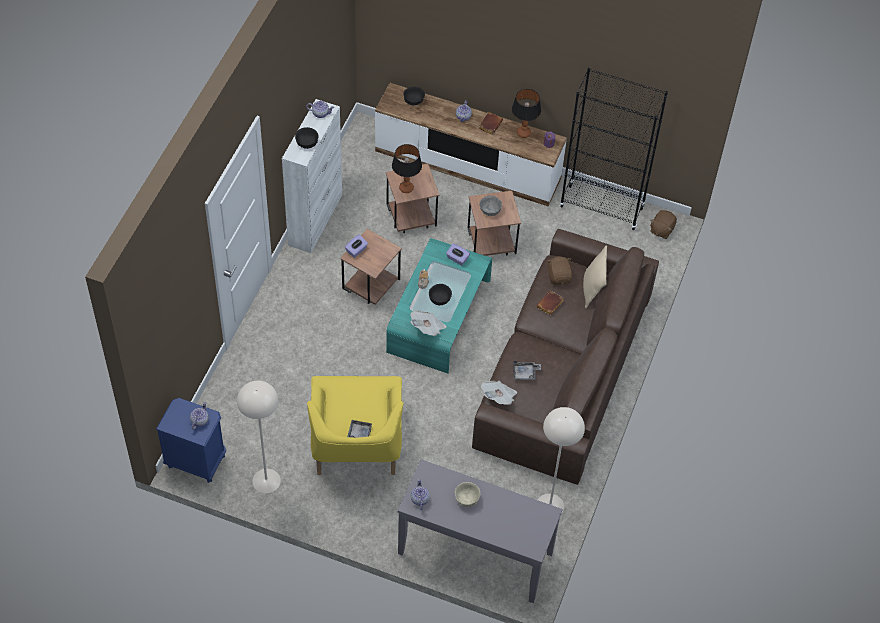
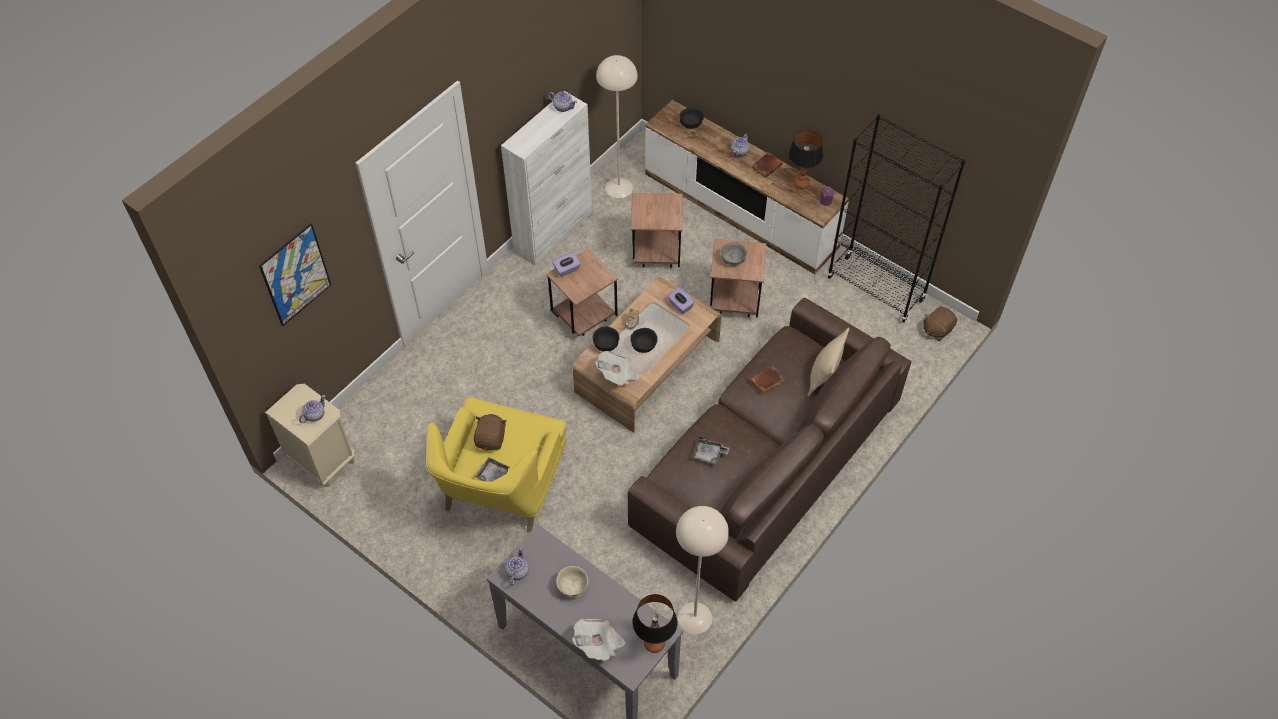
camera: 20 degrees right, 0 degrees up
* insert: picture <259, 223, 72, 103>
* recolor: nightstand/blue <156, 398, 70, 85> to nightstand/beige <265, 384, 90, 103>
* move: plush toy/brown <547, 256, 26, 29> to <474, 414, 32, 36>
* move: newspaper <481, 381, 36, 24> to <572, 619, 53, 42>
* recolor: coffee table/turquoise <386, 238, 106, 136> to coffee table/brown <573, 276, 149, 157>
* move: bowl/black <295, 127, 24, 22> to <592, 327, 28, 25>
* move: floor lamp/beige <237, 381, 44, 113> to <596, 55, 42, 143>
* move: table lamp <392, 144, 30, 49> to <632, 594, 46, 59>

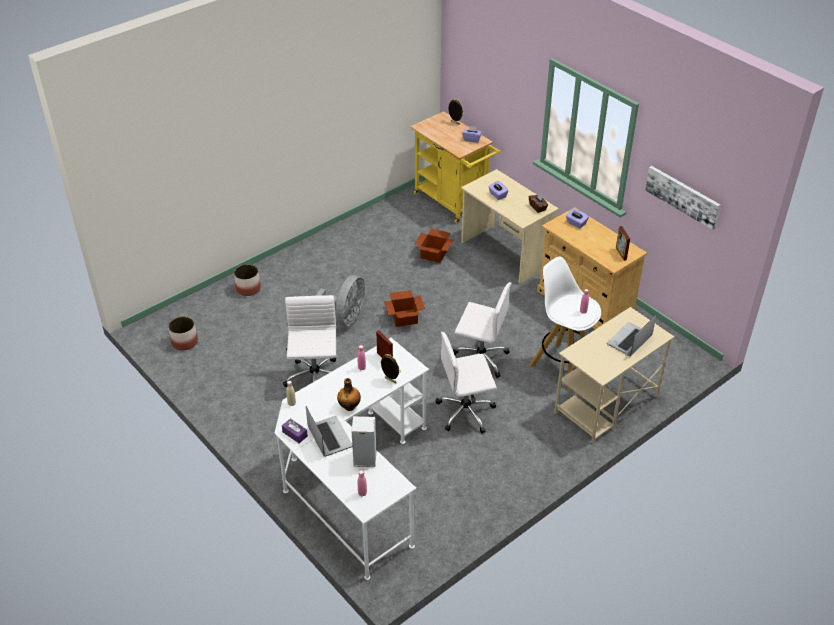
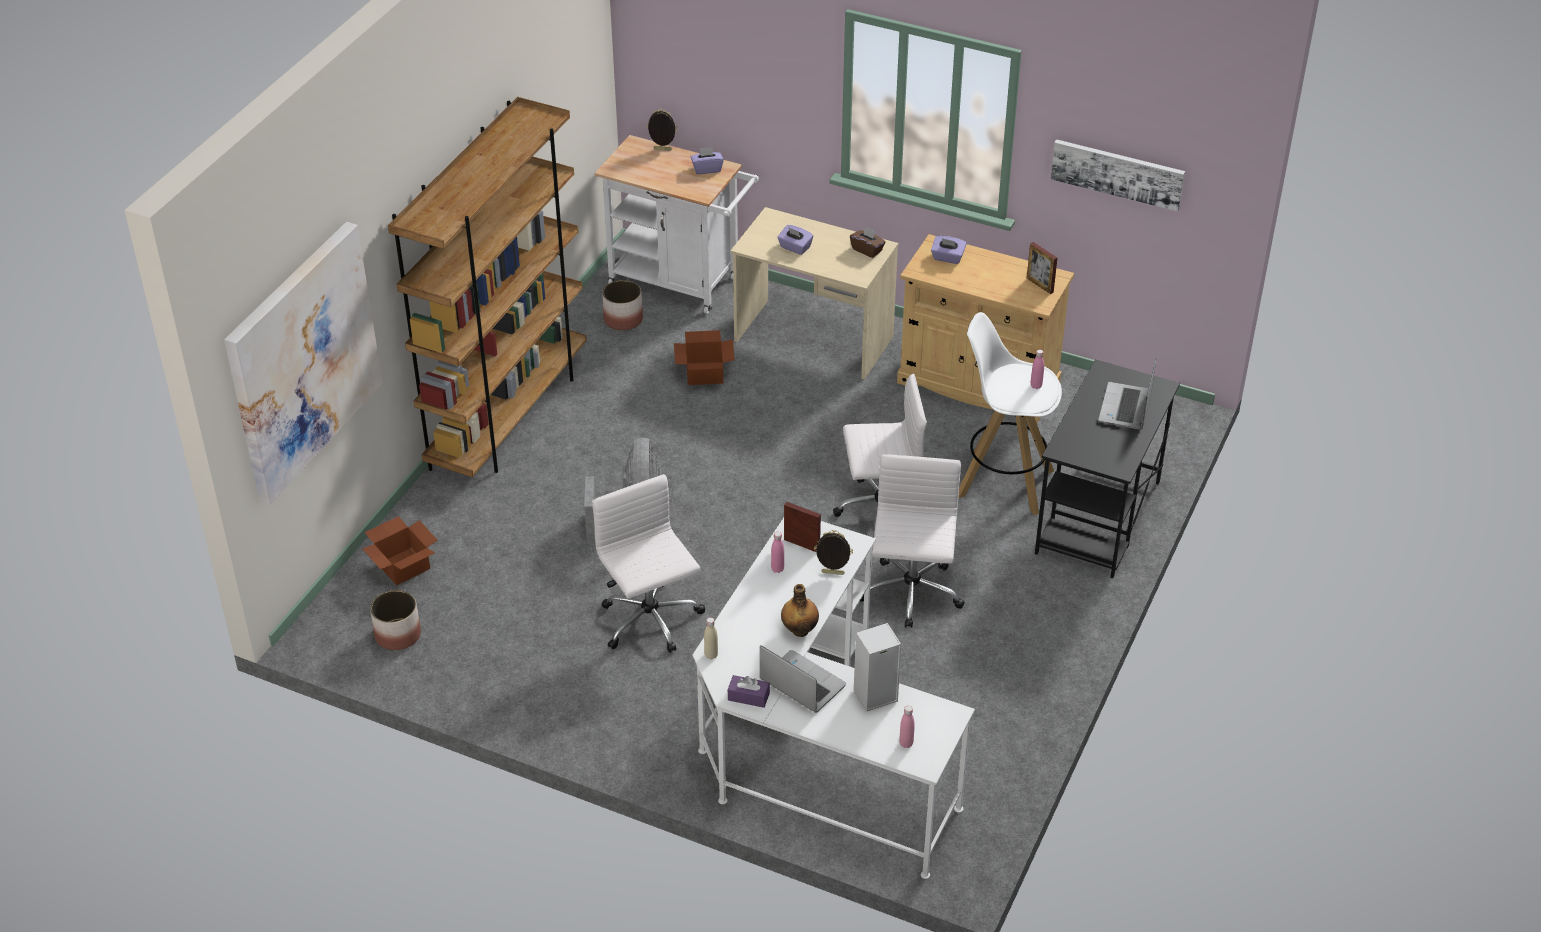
camera: 25 degrees left, 0 degrees up
* insert: picture <224, 222, 159, 283>
* move: cardboard box <384, 290, 41, 37> to <363, 516, 74, 70>
* insert: bookcase/brown <388, 97, 199, 380>
* recolor: cart/yellow <410, 111, 90, 112> to cart/white <594, 135, 165, 179>
* move: planter <234, 264, 27, 32> to <602, 280, 41, 51>
* rotate: office chair/white <436, 332, 61, 102> = <860, 454, 105, 174> 135 degrees clockwise
* recolor: desk/beige <554, 307, 120, 136> to desk/black <1035, 359, 145, 219>

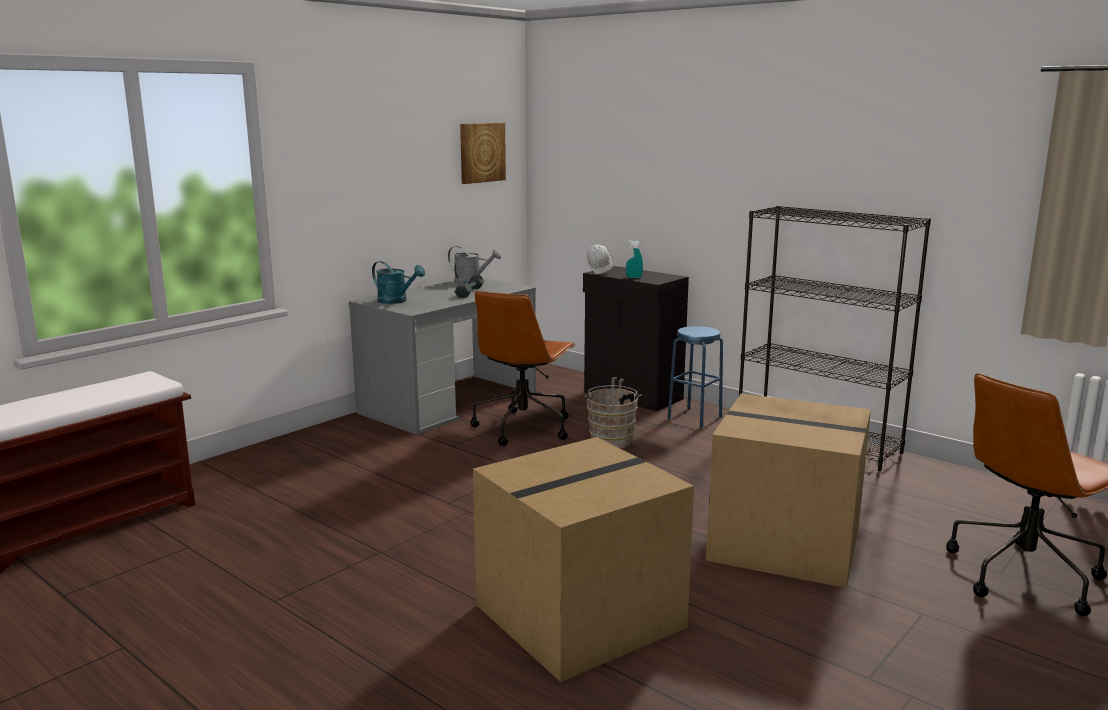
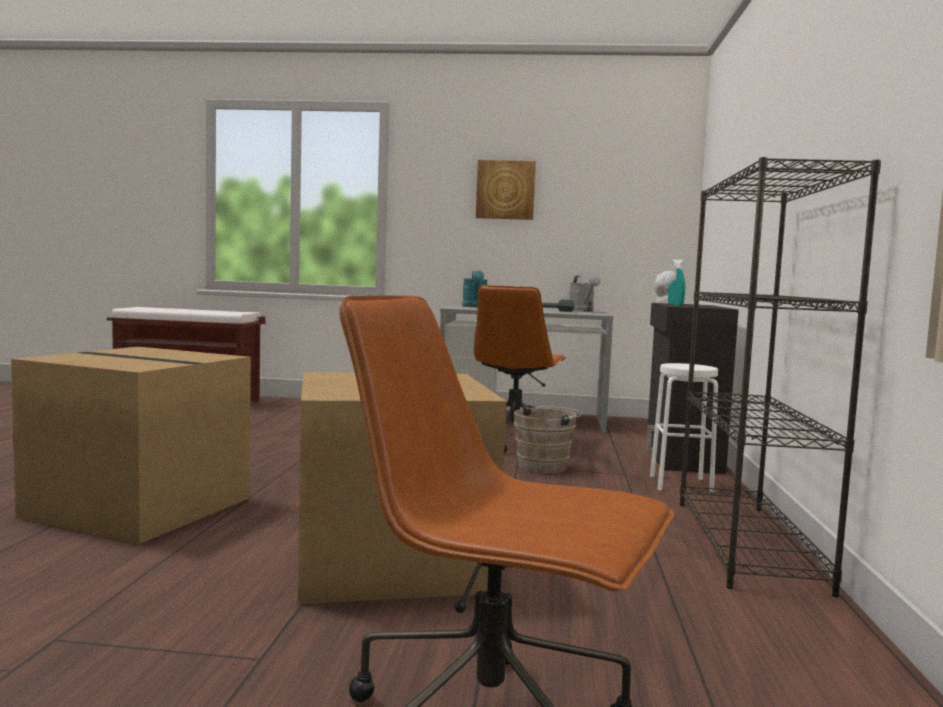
camera: 55 degrees right, 10 degrees down
* rotate: office chair/brown <470, 291, 105, 155> = <474, 285, 92, 168> 60 degrees counterclockwise
* move: picture <460, 123, 46, 61> to <476, 160, 60, 60>
* recolor: stool/blue <667, 326, 56, 102> to stool/white <650, 363, 68, 131>

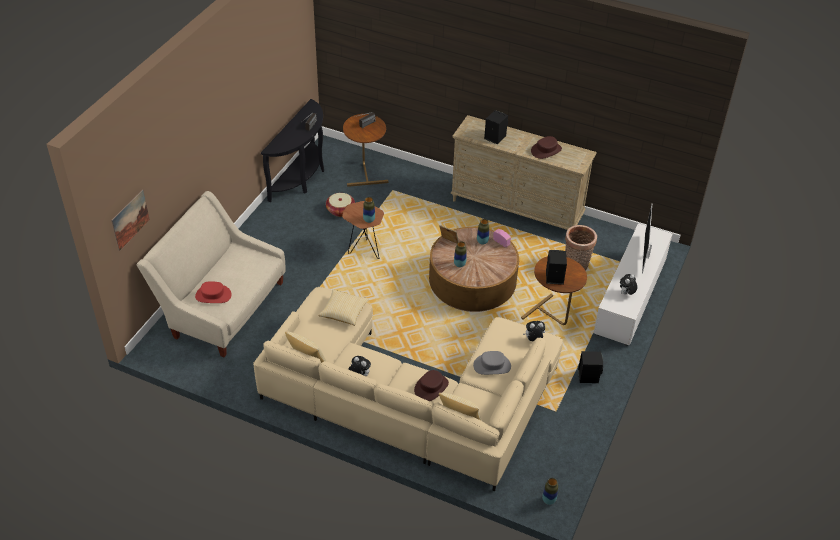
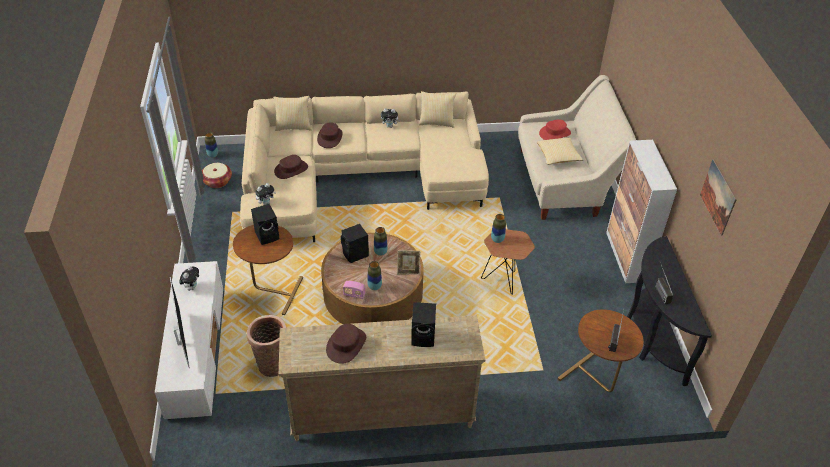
camera: 150 degrees right, 0 degrees up
* move: basket <326, 193, 29, 24> to <202, 163, 30, 25>
* recolor: hat/grey <473, 351, 38, 24> to hat/brown <274, 155, 34, 24>
* move: speaker/black <578, 351, 25, 32> to <340, 224, 29, 39>
* move: pillow <318, 289, 51, 37> to <537, 137, 47, 28>
* insert: cabinet <606, 140, 71, 143>
* move: picture <111, 189, 39, 62> to <700, 159, 37, 76>

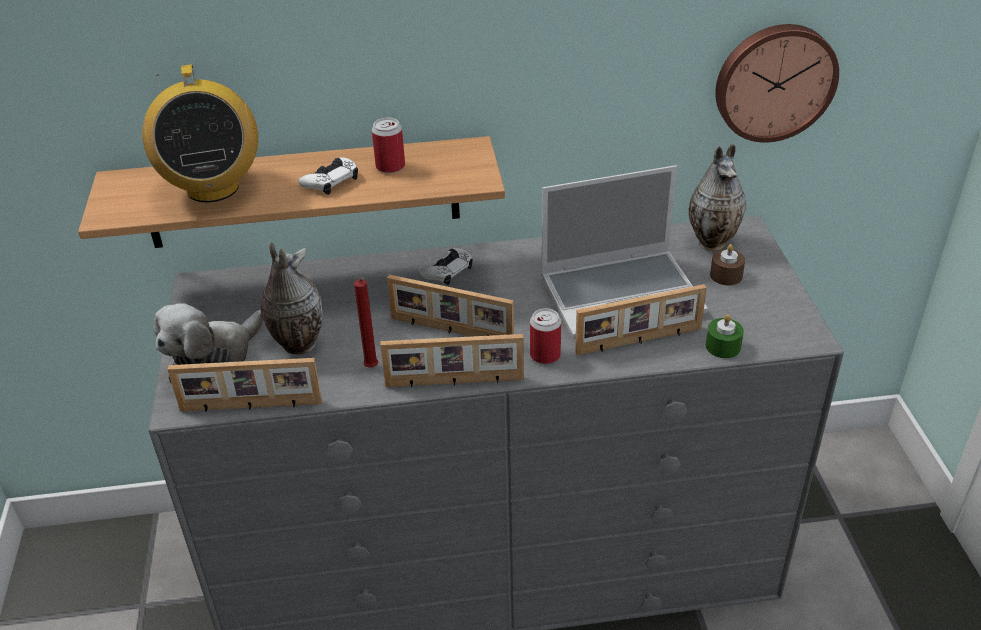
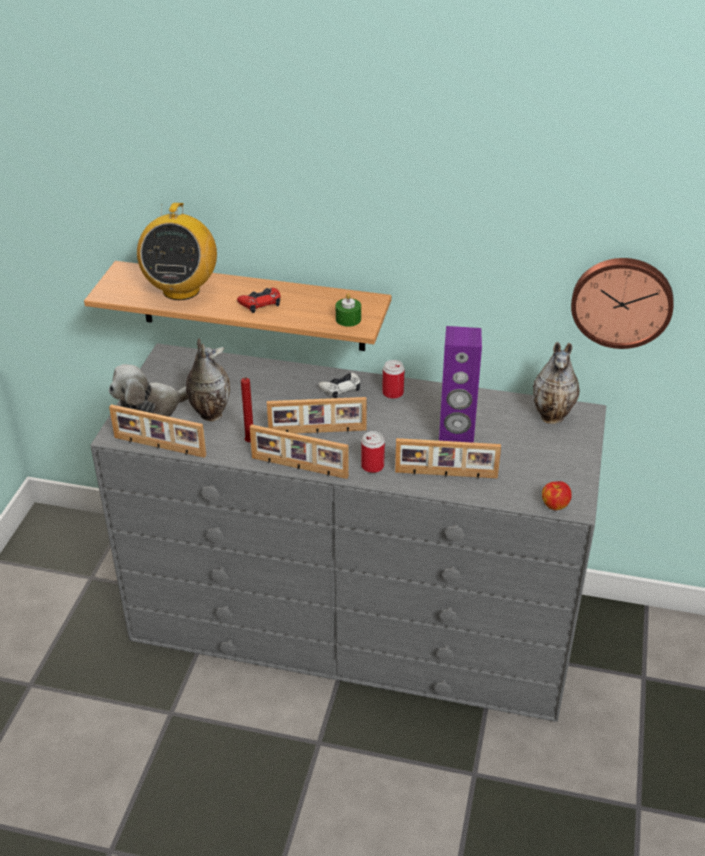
camera: 20 degrees right, 0 degrees up
* recolor: game controller/white <298, 157, 60, 38> to game controller/red <237, 288, 43, 25>
* rotate: picture frame <387, 275, 127, 61> = <267, 397, 100, 37> 45 degrees counterclockwise
* move: candle/green <705, 314, 39, 44> to <336, 293, 25, 34>
* move: can <372, 118, 33, 55> to <382, 360, 22, 39>
* replace: laptop <541, 165, 167, 174> to speaker/purple <439, 326, 43, 117>
* insert: apple <542, 481, 30, 29>
* delete: candle/brown <710, 244, 35, 41>

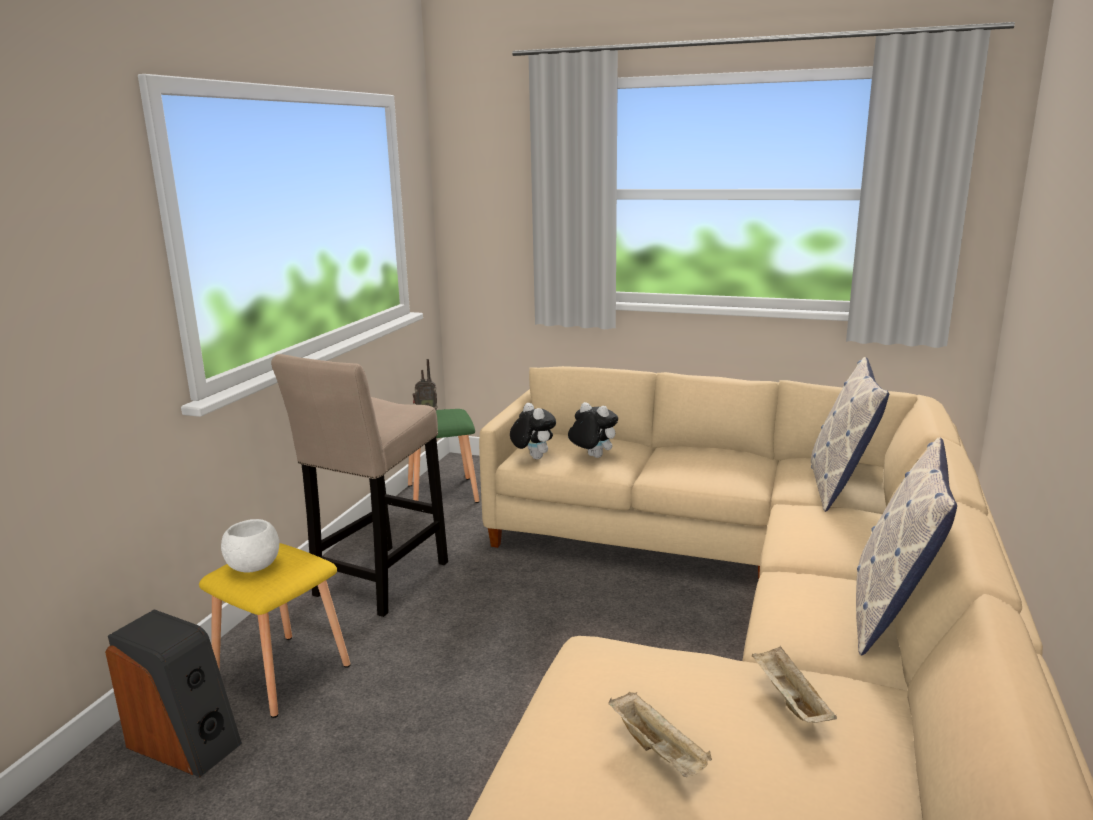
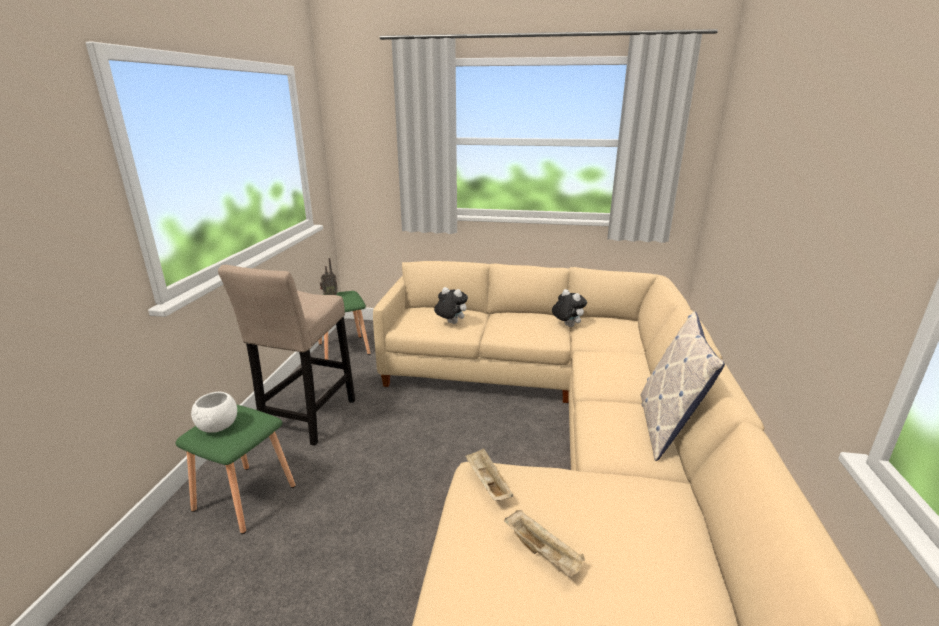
camera: 10 degrees left, 5 degrees up
* recolor: stool/yellow <199, 543, 151, 175> to stool/green <175, 404, 121, 130>
* move: tray/beige <752, 646, 85, 77> to <465, 448, 48, 53>
* move: plush toy <510, 403, 46, 56> to <552, 289, 35, 38>
* delete: speaker <105, 609, 137, 168>
* delete: pillow <811, 357, 78, 155>

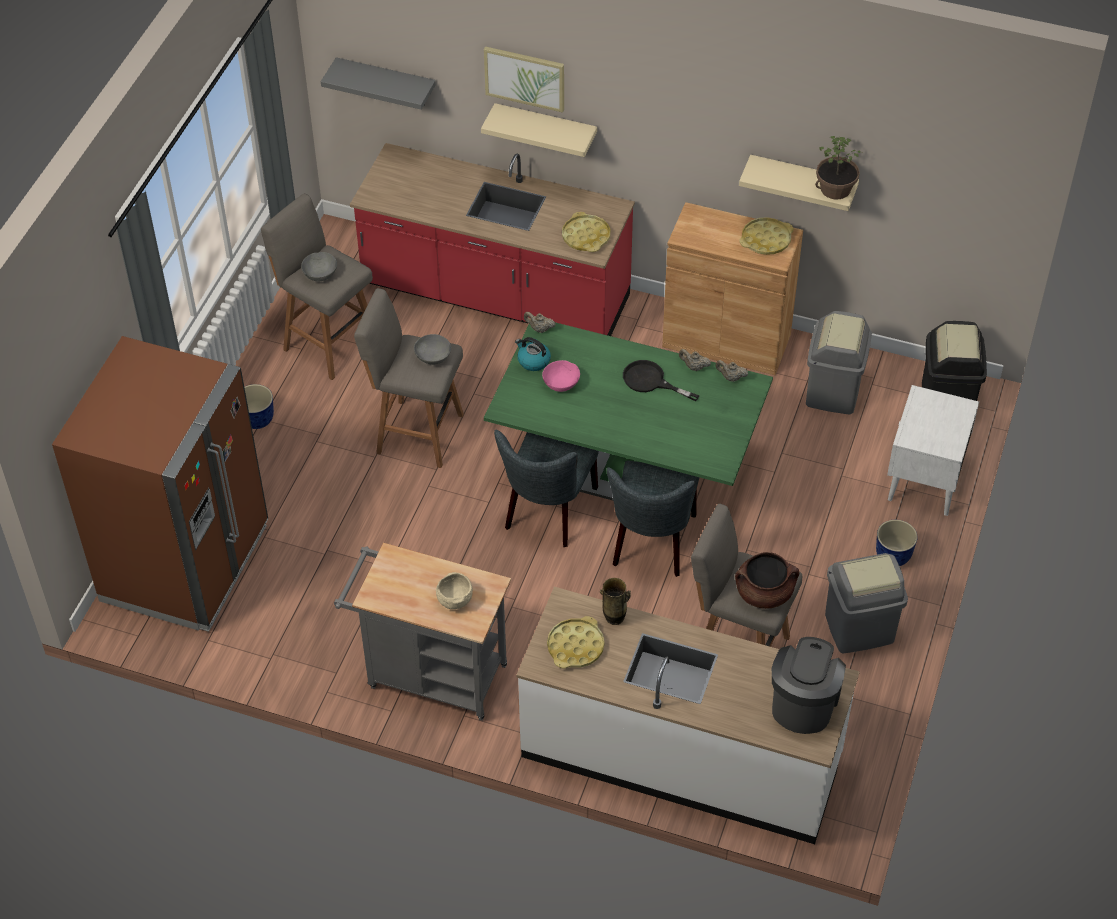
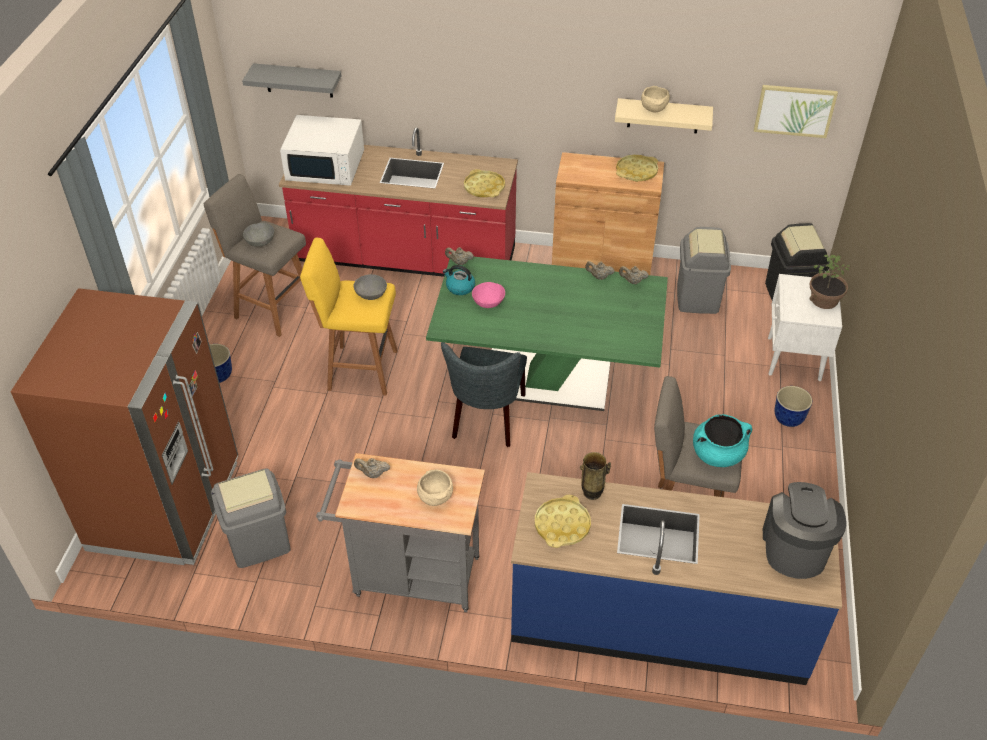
camera: 10 degrees left, 5 degrees down
* move: trash can/grey <825, 553, 83, 100> to <211, 468, 80, 100>
* insert: microwave/white <280, 115, 84, 71>
* recolor: stool/grey <354, 288, 110, 180> to stool/yellow <300, 238, 98, 157>
* insert: teapot/beige <354, 458, 36, 20>
* recolor: counter/white <516, 587, 344, 257> to counter/blue <511, 472, 331, 213>
* insert: bowl/beige <641, 86, 29, 26>
* recolor: cooking pot/brown <735, 552, 64, 57> to cooking pot/turquoise <693, 414, 59, 53>
* move: picture <484, 46, 80, 67> to <754, 85, 84, 53>
* move: potted plant <815, 136, 47, 63> to <809, 255, 40, 54>
* delete: shelf/beige <481, 103, 116, 54>
* delete: chair/grey <607, 461, 92, 116>
* delete: frying pan/black <623, 360, 76, 41>

